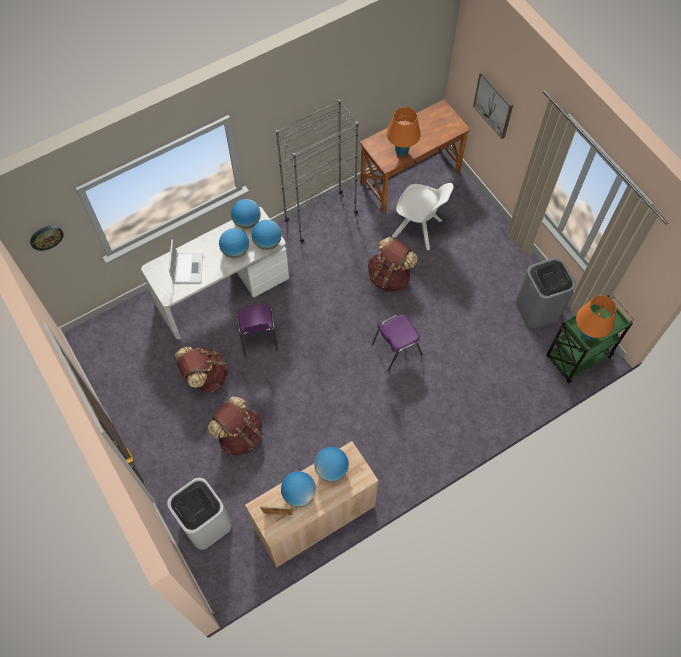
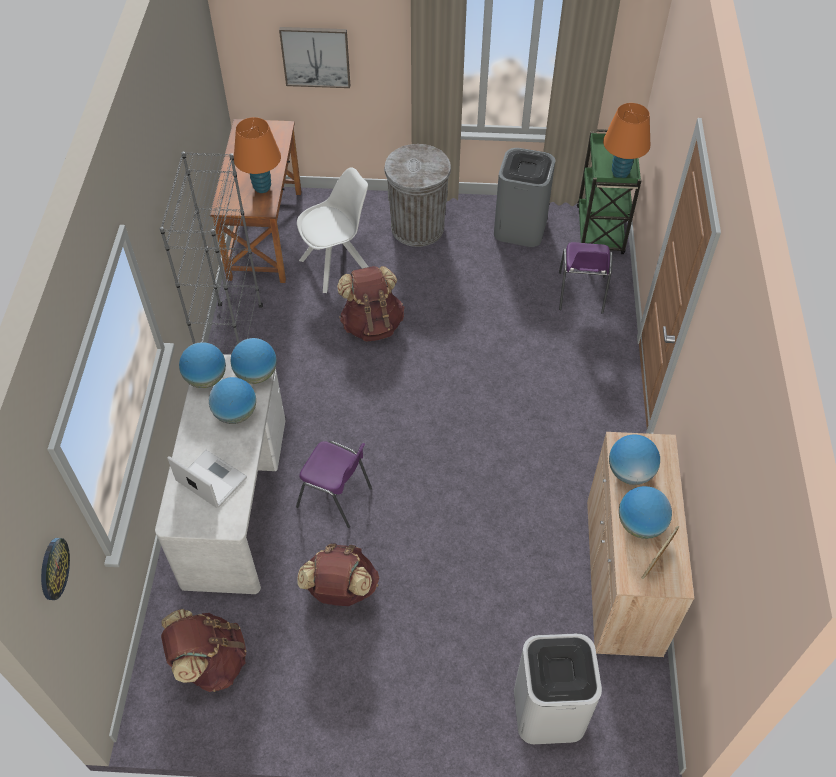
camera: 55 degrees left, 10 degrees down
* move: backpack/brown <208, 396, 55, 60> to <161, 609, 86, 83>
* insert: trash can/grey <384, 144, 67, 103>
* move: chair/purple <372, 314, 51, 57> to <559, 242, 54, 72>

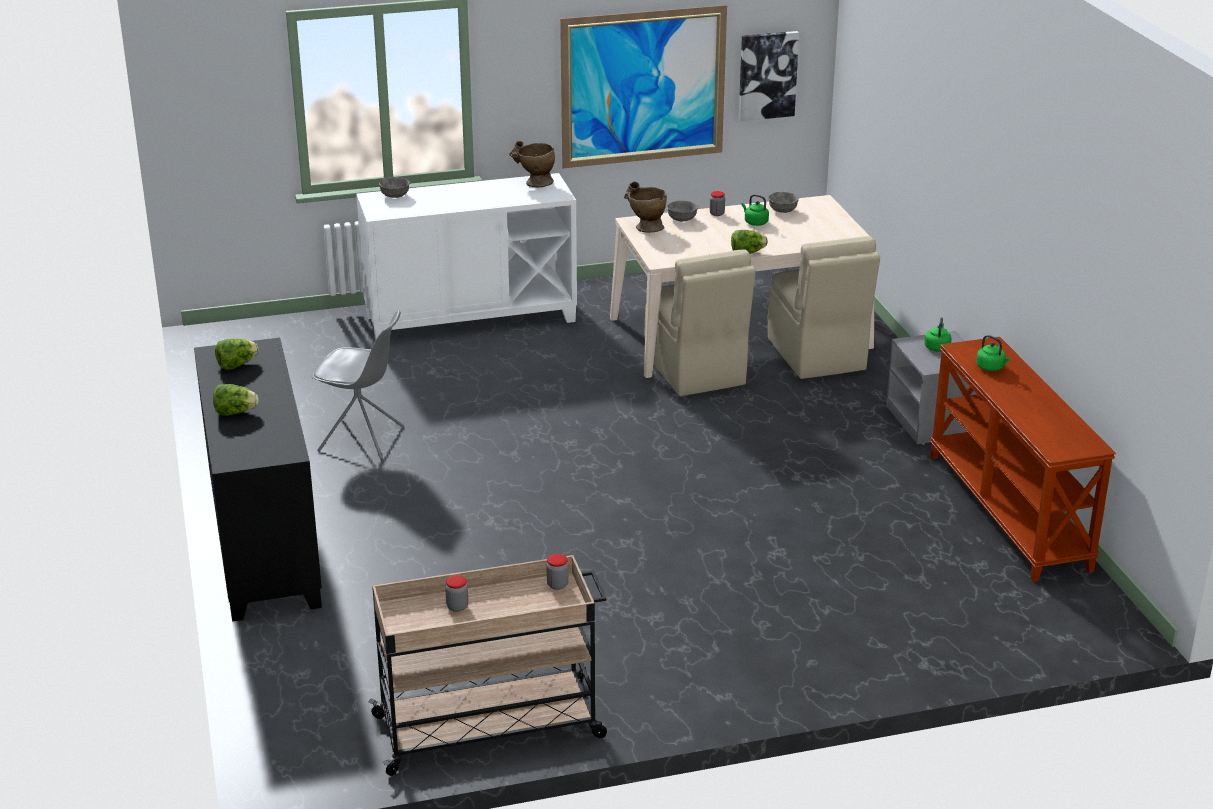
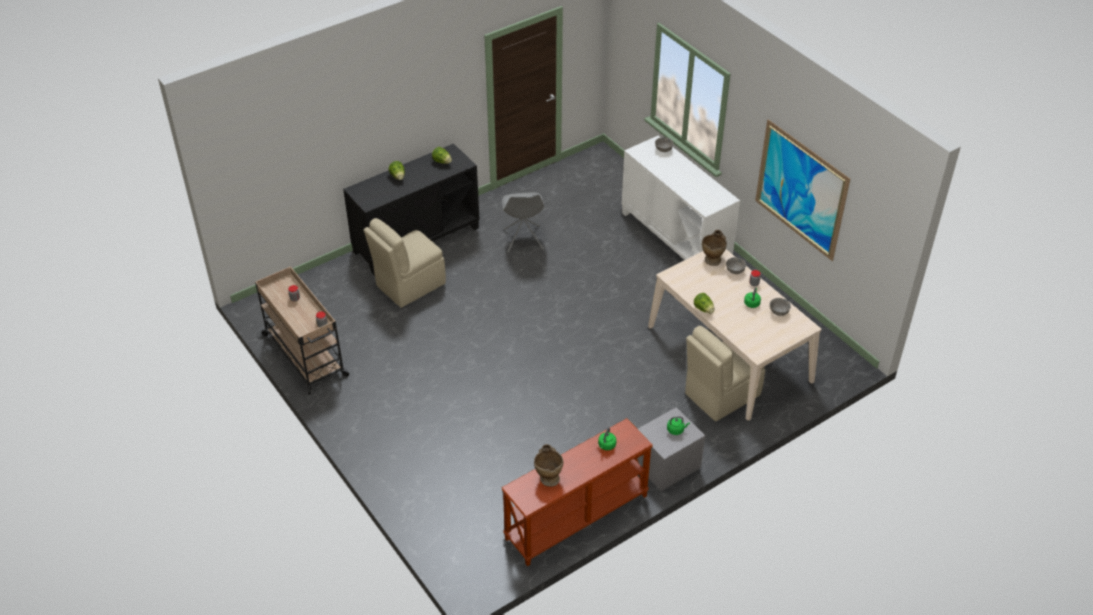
camera: 70 degrees right, 15 degrees up
* move: chair/beige <645, 249, 111, 147> to <364, 218, 82, 90>
* move: vase/beige <509, 141, 46, 46> to <534, 444, 29, 43>
* delete: picture <739, 31, 60, 90>

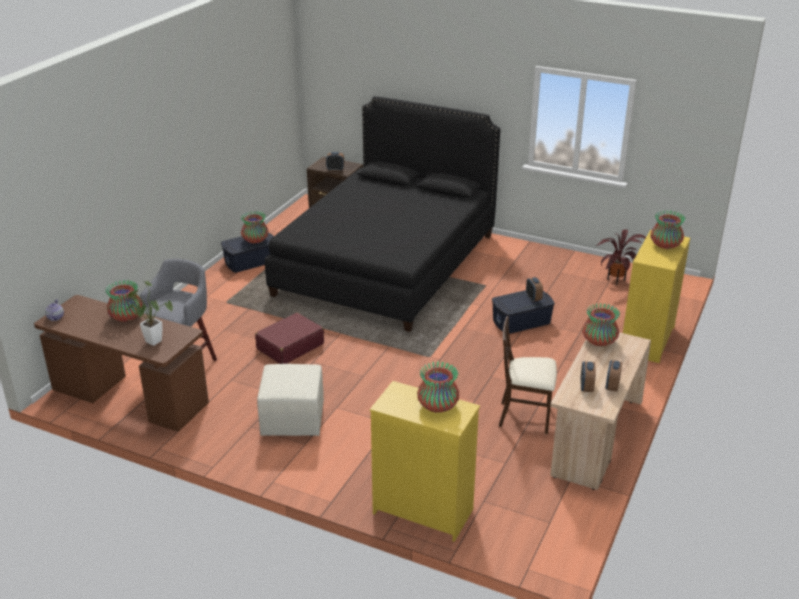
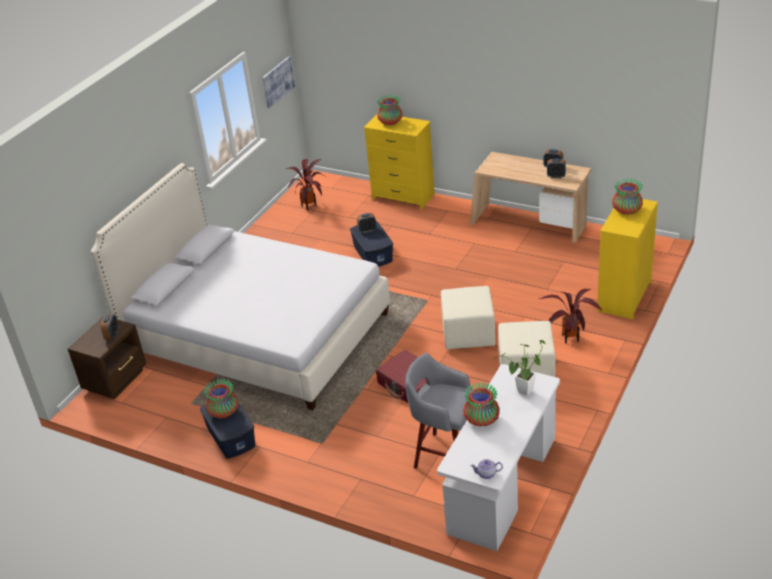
camera: 85 degrees left, 5 degrees up
* recolor: bed/black <265, 96, 235, 236> to bed/white <91, 163, 299, 247>
* insert: picture <262, 56, 33, 52>
* recolor: desk/brown <34, 295, 175, 137> to desk/white <437, 364, 123, 187>
* insert: ottoman/beige <441, 286, 54, 63>
* insert: potted plant <539, 289, 63, 54>
* delete: chair/beige <499, 316, 58, 118>
* delete: vase <582, 303, 38, 43>

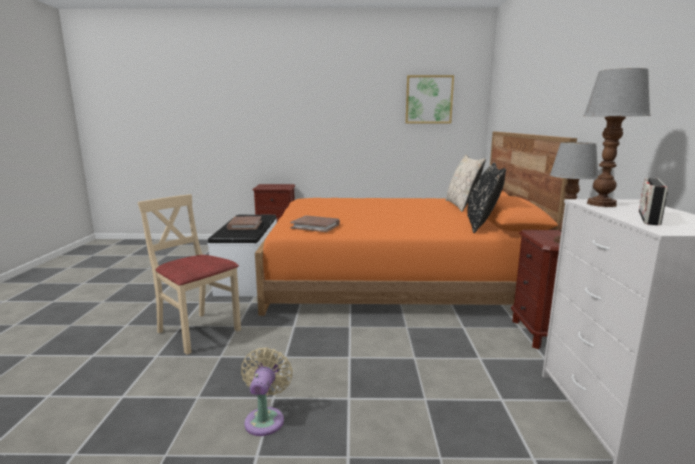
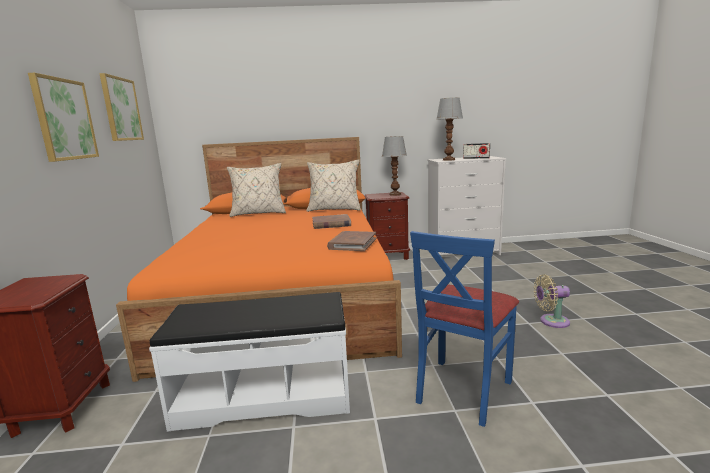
camera: 95 degrees left, 0 degrees up
* insert: picture <28, 73, 71, 89>
* recolor: pillow/black <467, 163, 39, 70> to pillow/beige <307, 159, 54, 53>
* move: book/brown <227, 216, 35, 14> to <312, 214, 39, 15>
* recolor: chair/beige <138, 194, 103, 161> to chair/blue <410, 231, 109, 196>

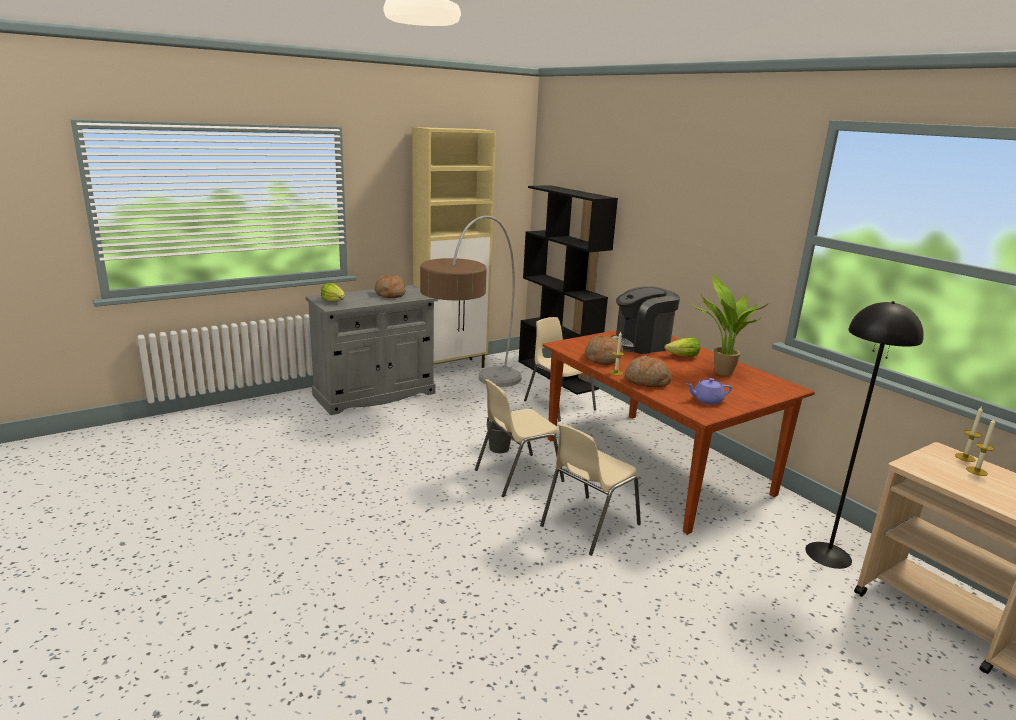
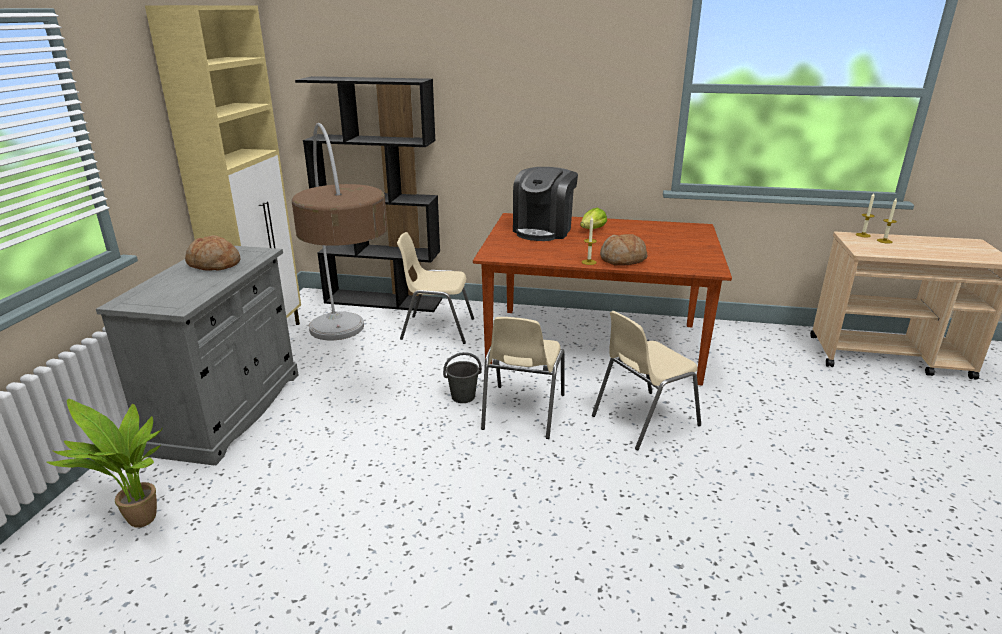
camera: 45 degrees left, 5 degrees up
* move: potted plant <693, 274, 75, 102> to <46, 399, 117, 129>
* rotate: chair/beige <540, 424, 101, 132> = <592, 311, 109, 139> 60 degrees clockwise
* delete: lettuce <321, 283, 24, 19>
* delete: bread <585, 335, 38, 30>
* delete: teapot/purple <686, 378, 46, 27>
* delete: floor lamp/black <805, 301, 119, 268>

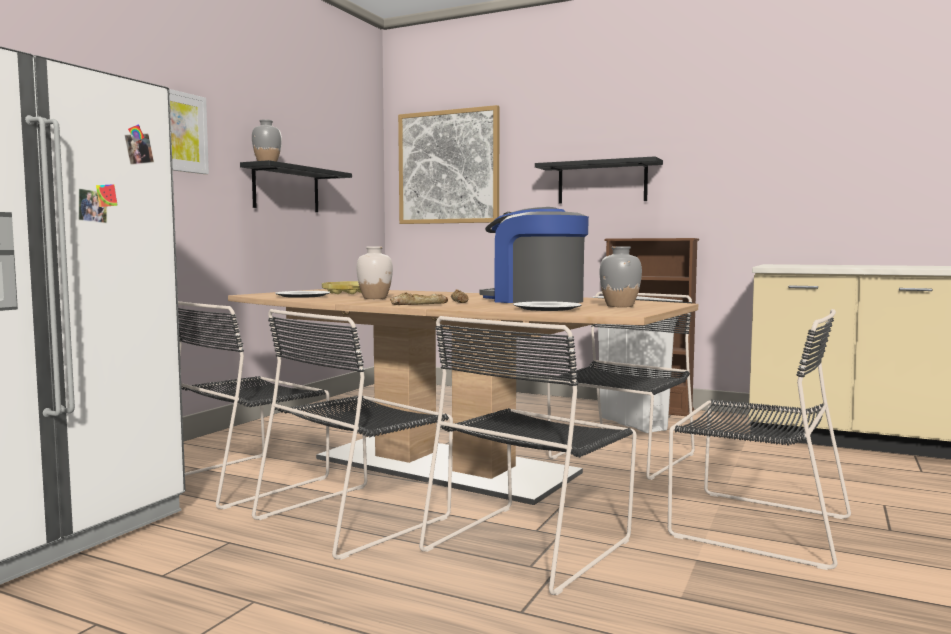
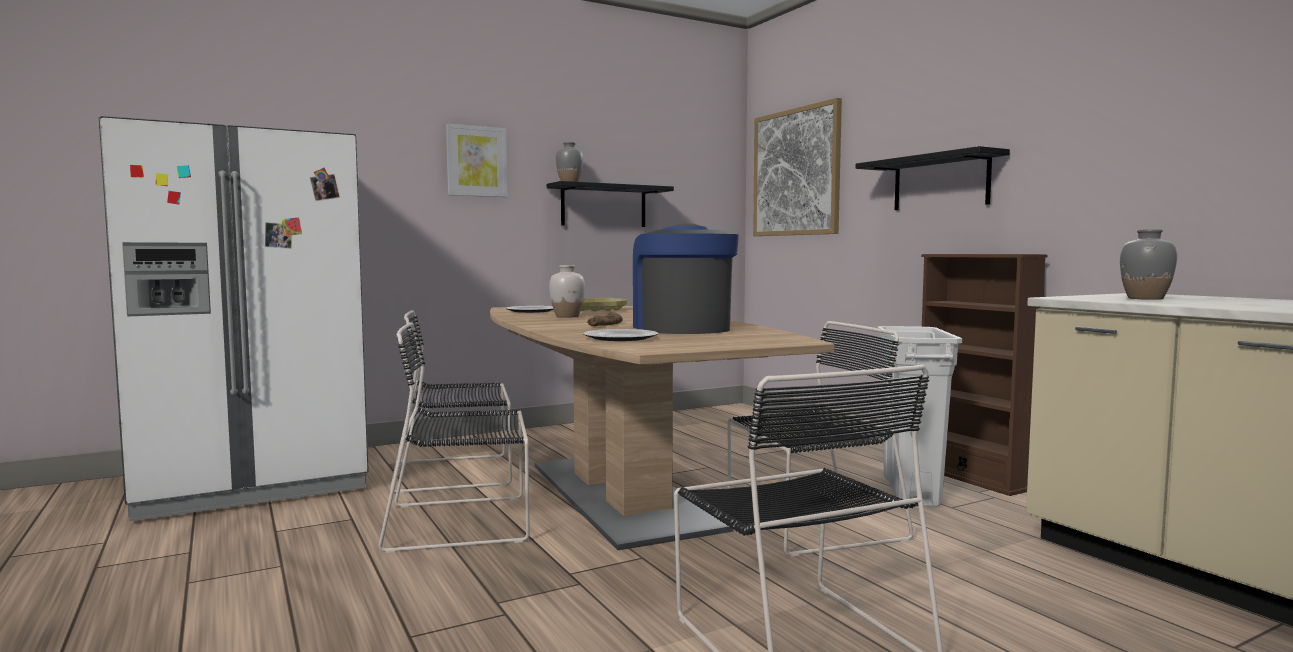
camera: 35 degrees right, 0 degrees up
* move: vase/grey <600, 246, 42, 61> to <1120, 229, 57, 71>
* delete: bread <390, 293, 58, 12>
* delete: chair/black <419, 316, 218, 279>

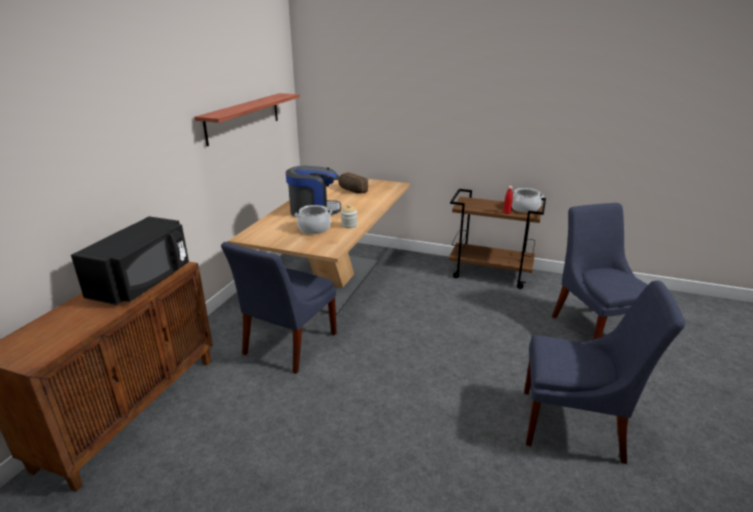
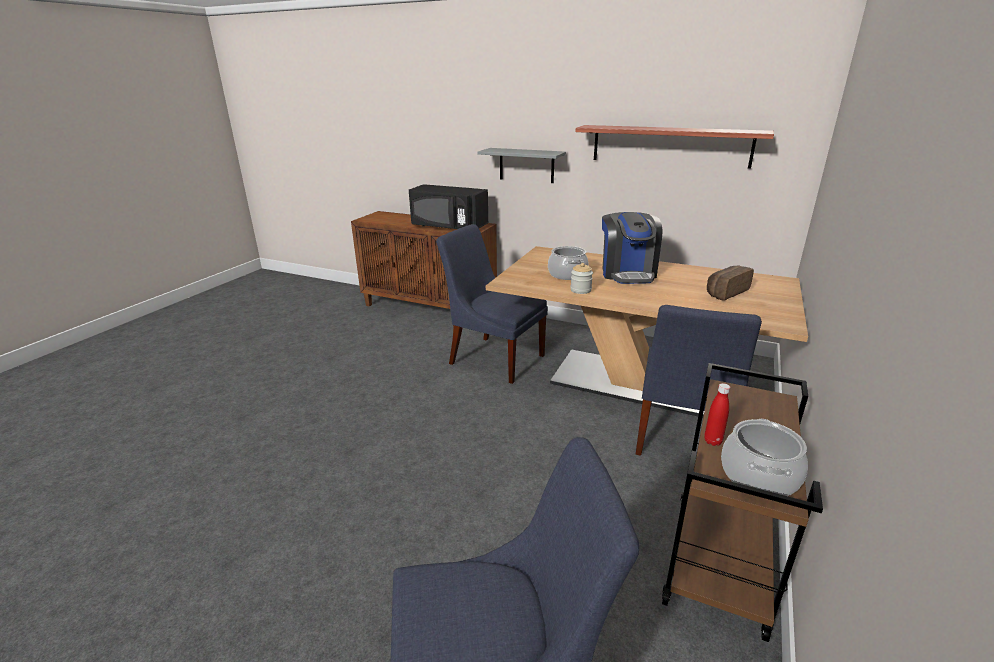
camera: 95 degrees right, 0 degrees up
* insert: shelf/grey <477, 148, 89, 35>
* move: chair/blue <524, 280, 161, 184> to <636, 305, 126, 150>

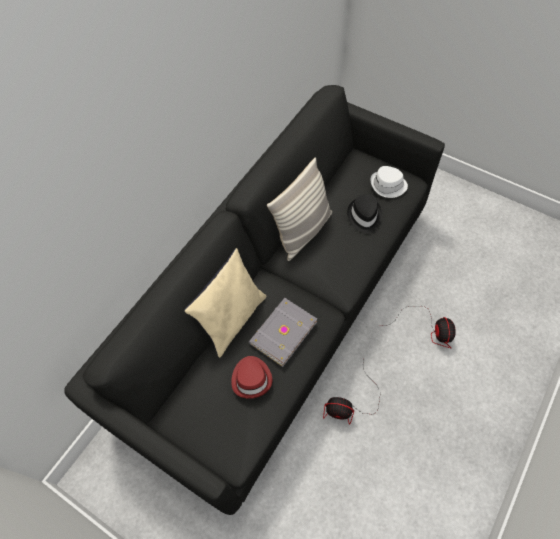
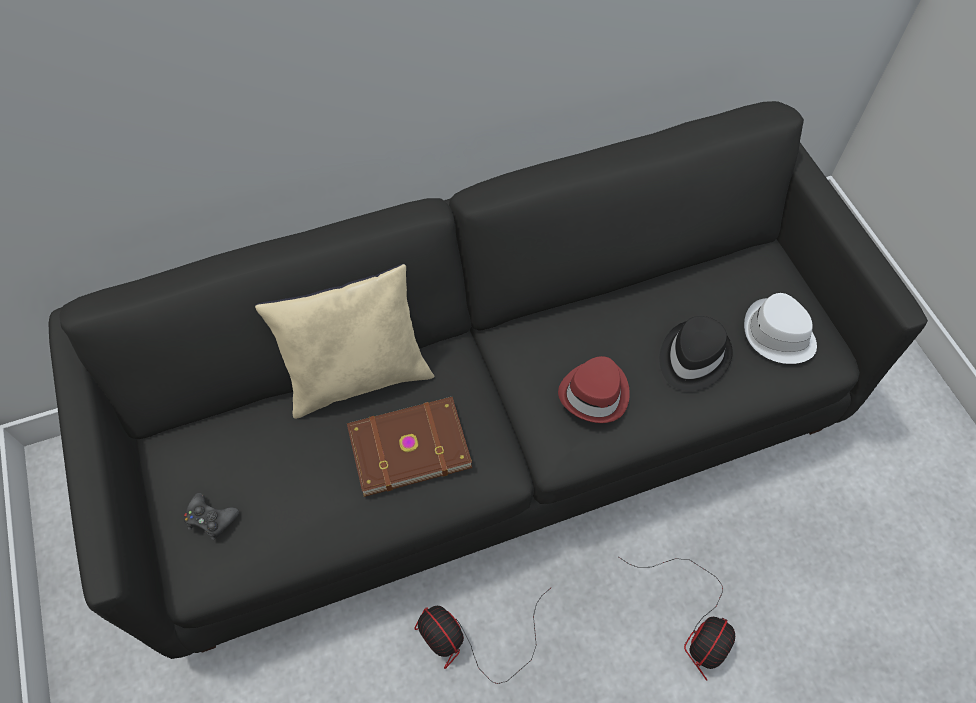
camera: 35 degrees right, 0 degrees up
* insert: game controller/black <184, 493, 55, 47>
* recolor: book/grey <249, 298, 68, 69> to book/brown <347, 397, 125, 100>
* move: hat/red <231, 356, 41, 43> to <558, 356, 72, 67>
* delete: pillow <267, 157, 65, 104>

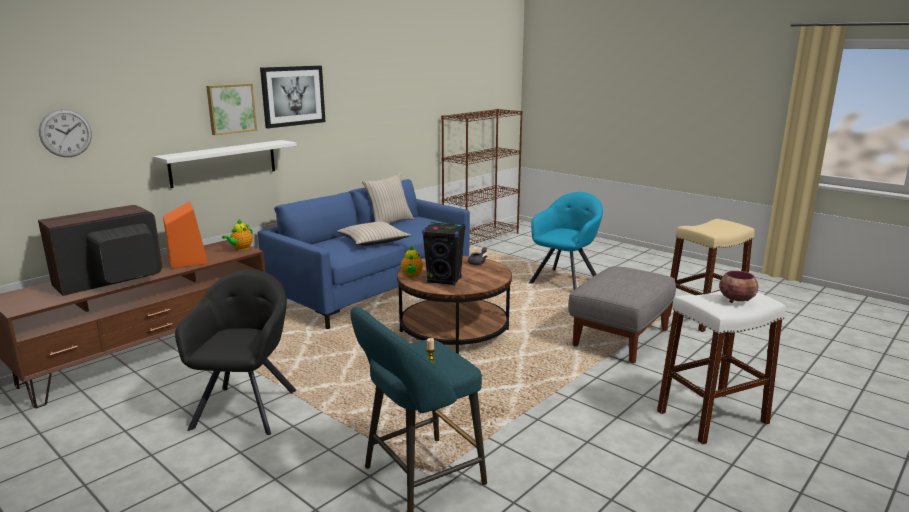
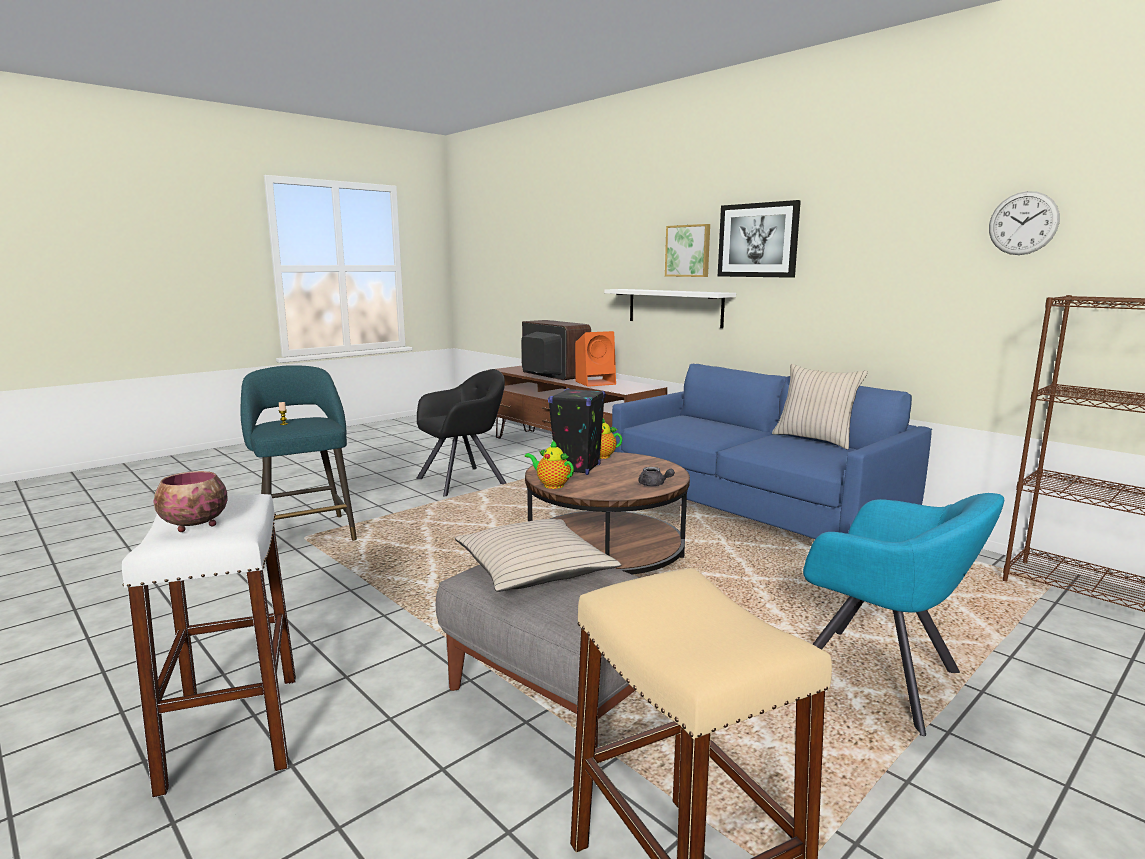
camera: 95 degrees right, 5 degrees down
* rotate: armchair/black <175, 269, 122, 166> = <416, 369, 90, 127> 45 degrees counterclockwise
* move: pillow/beige <337, 221, 74, 25> to <455, 519, 166, 73>
* move: teapot <222, 219, 31, 32> to <525, 440, 49, 49>
* move: wall clock <39, 109, 53, 48> to <989, 191, 71, 64>

